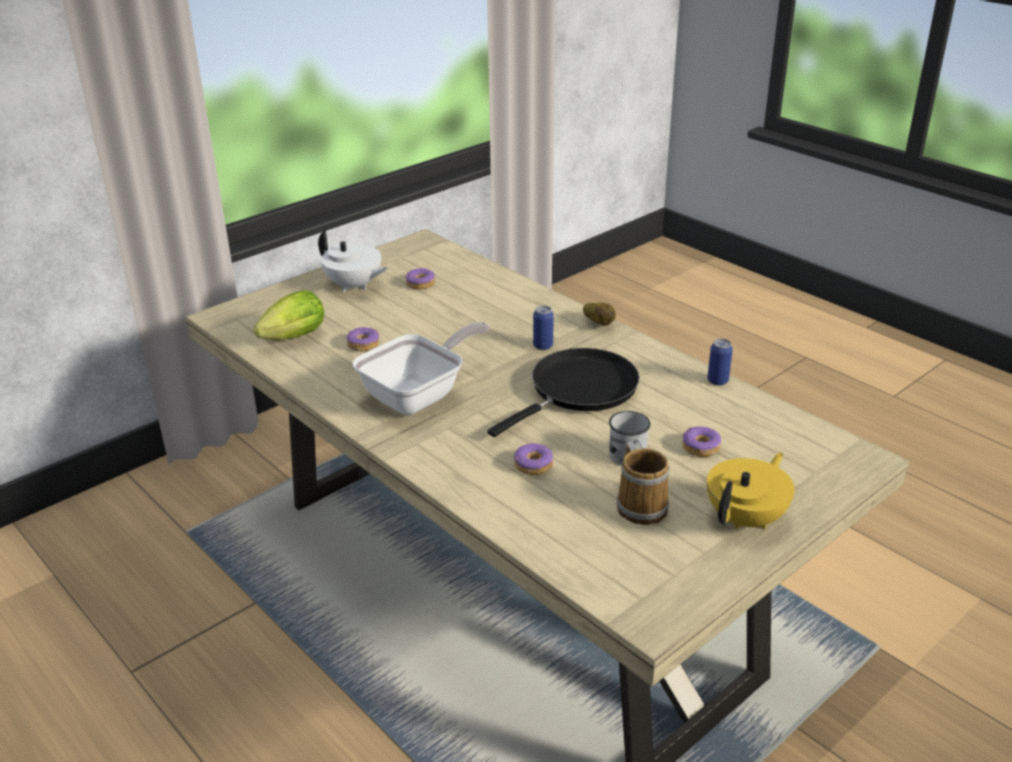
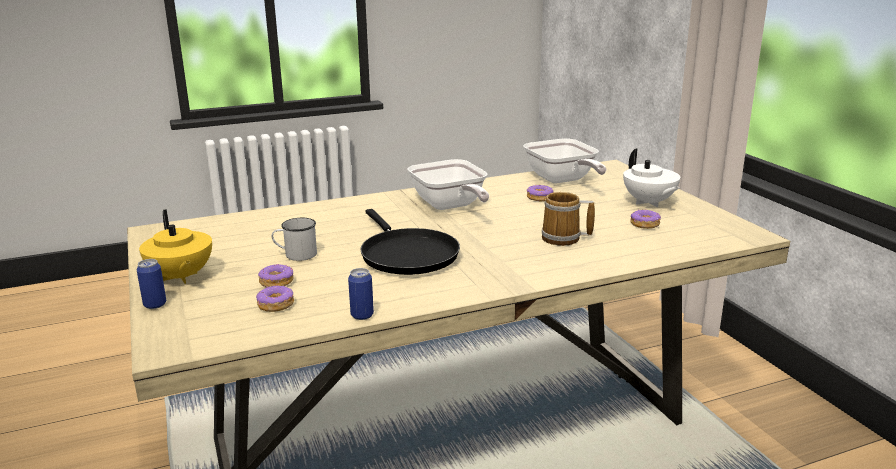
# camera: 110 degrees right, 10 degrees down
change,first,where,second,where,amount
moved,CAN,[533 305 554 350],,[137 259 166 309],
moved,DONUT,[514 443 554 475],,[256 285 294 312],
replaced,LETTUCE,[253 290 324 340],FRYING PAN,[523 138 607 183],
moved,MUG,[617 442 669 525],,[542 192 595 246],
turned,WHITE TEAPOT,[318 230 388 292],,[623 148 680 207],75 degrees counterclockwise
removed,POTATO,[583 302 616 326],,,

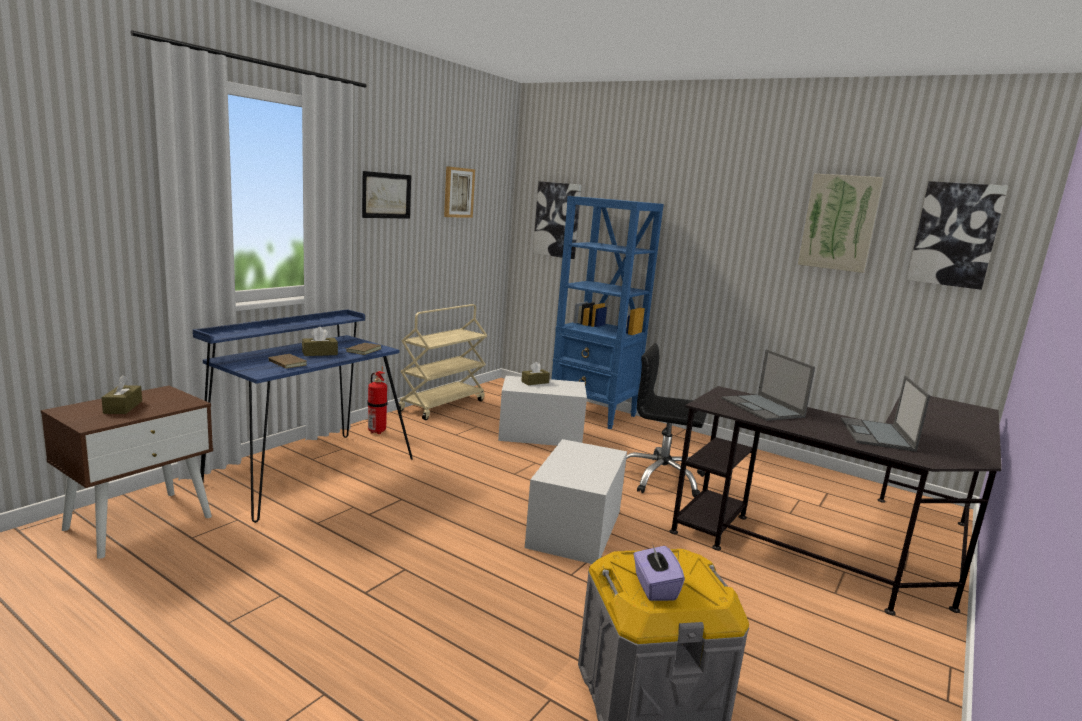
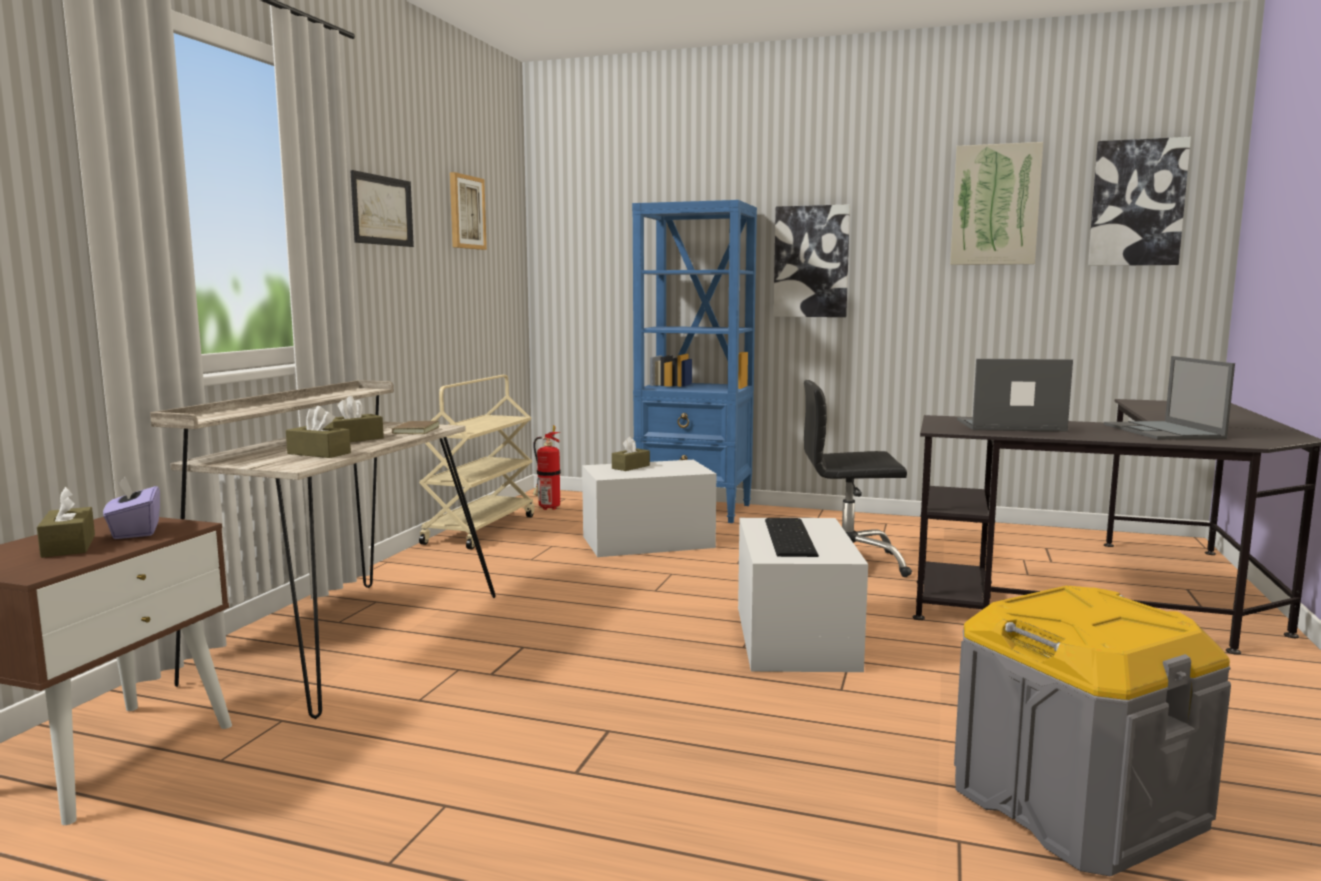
# camera: 15 degrees left, 5 degrees down
change,first,where,second,where,amount
moved,PURPLE TISSUE BOX,[633 544 685 601],,[103 477 160 539],
recoloured,BLUE DESK,[193 309 413 523],BEIGE DESK,[150 380 496 719],
replaced,BROWN BOOK,[268 354 307 369],BROWN TISSUE BOX,[286 406 351 458],
moved,FIRE EXTINGUISHER,[367 367 388 434],,[533 425 561 510],
added,,,KEYBOARD,[765 518 819 557],
moved,PICTURE,[533 181 581 259],,[773 204 850 317],
turned,LAPTOP,[722 349 815 421],,[957 359 1073 432],135 degrees clockwise

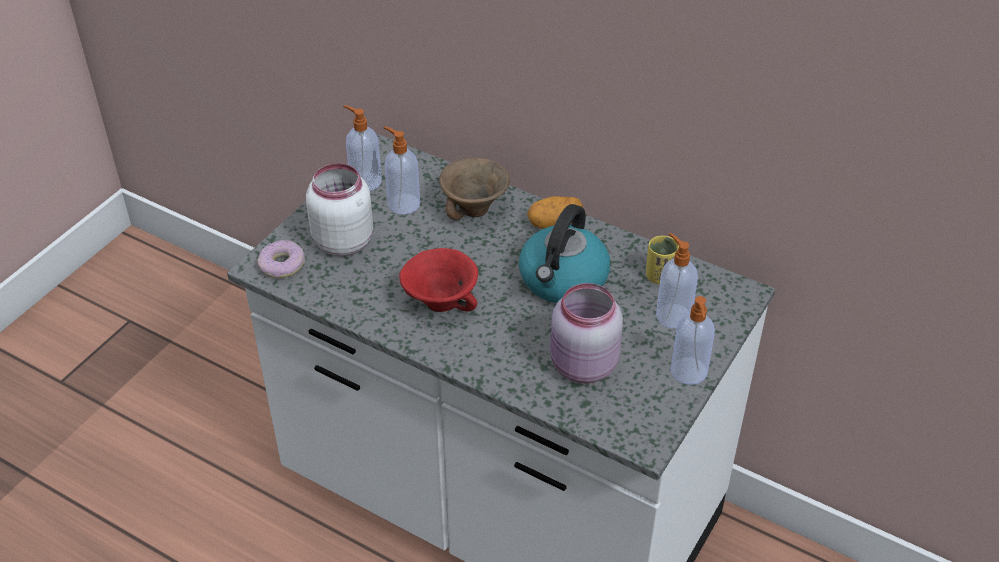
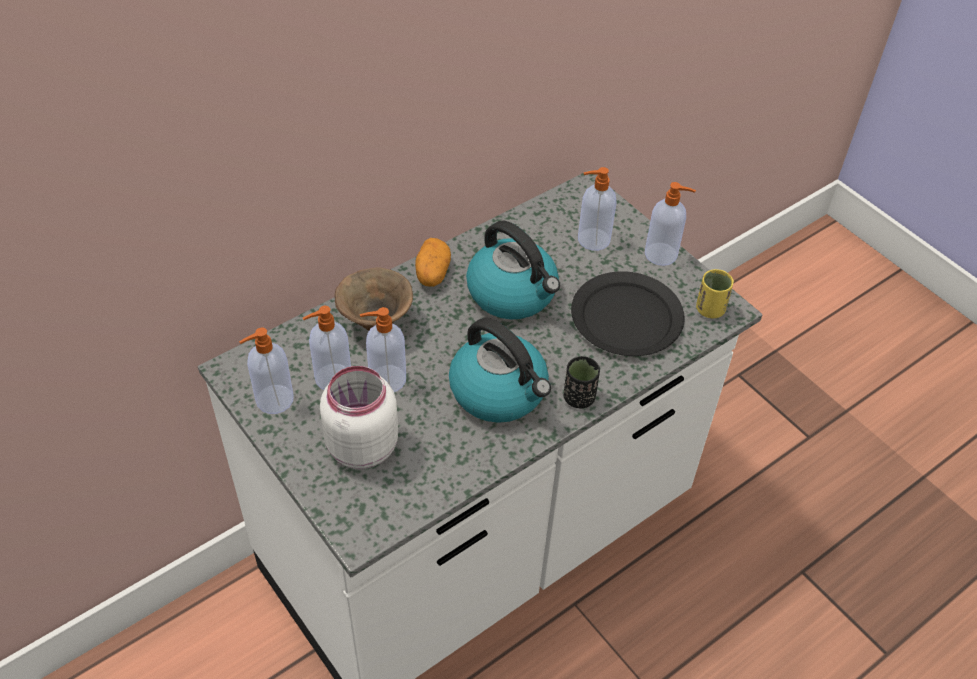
# camera: 70 degrees left, 5 degrees up
change,first,where,second,where,amount
added,,,SOAP DISPENSER,[360 307 406 392],
replaced,RED BOWL,[399 248 478 312],KETTLE,[449 318 551 423],
added,,,BLACK CUP,[564 356 600 409],
replaced,PINK JAR,[550 283 623 383],BLACK PLATE,[571 271 685 356],
moved,YELLOW CUP,[646 236 679 284],,[696 269 734 318],
removed,DONUT,[258 240 305 278],,,

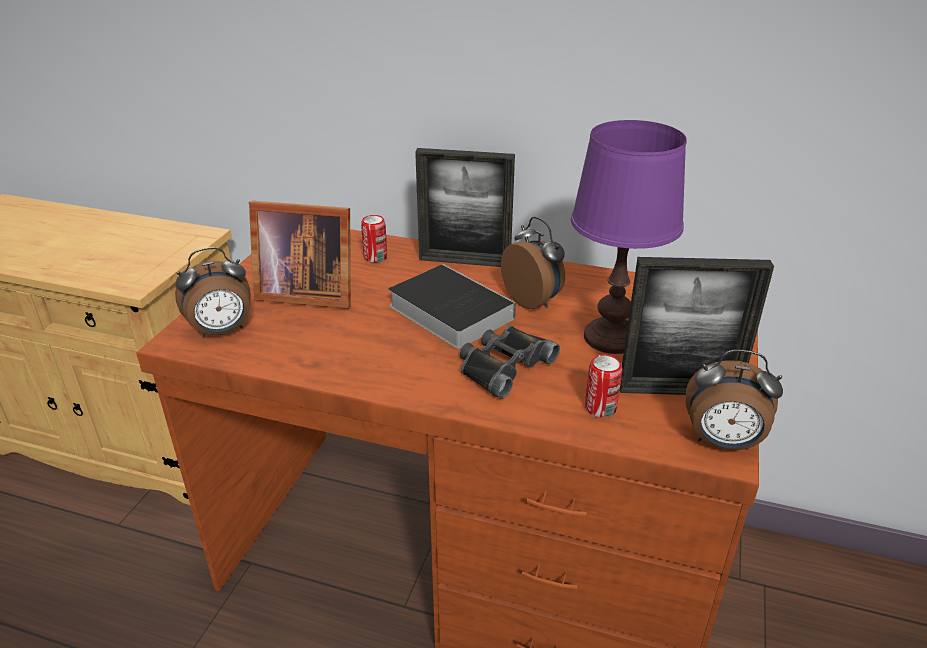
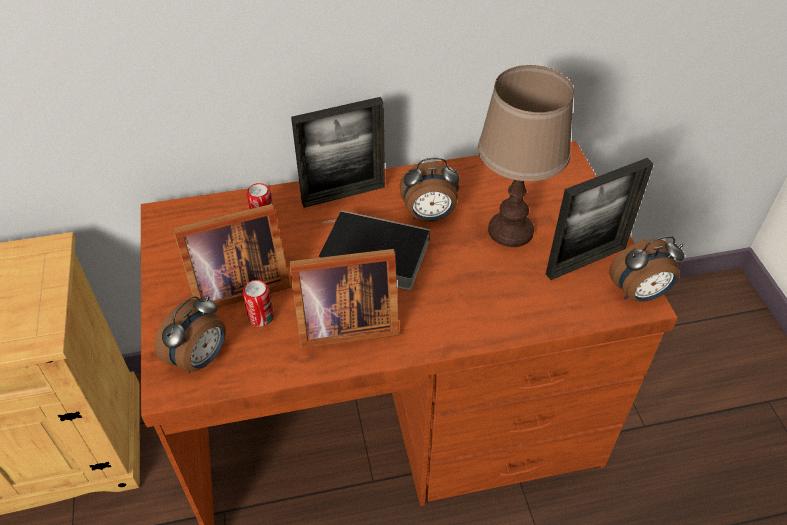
# camera: 30 degrees left, 15 degrees up
change,first,where,second,where,amount
moved,CAN,[585 355 623 418],,[243 280 274 327],
added,,,PICTURE FRAME,[289 249 399 348],
turned,ALARM CLOCK,[501 217 565 309],,[399 158 460 221],150 degrees clockwise
recoloured,PURPLE TABLE LAMP,[571 120 687 354],BROWN TABLE LAMP,[478 65 574 247],
removed,BLACK BINOCULARS,[460 325 560 399],,,

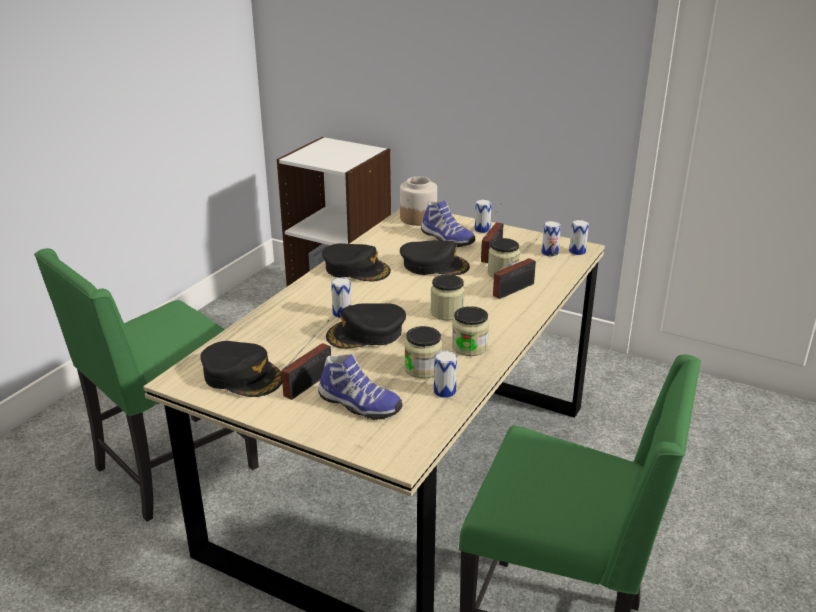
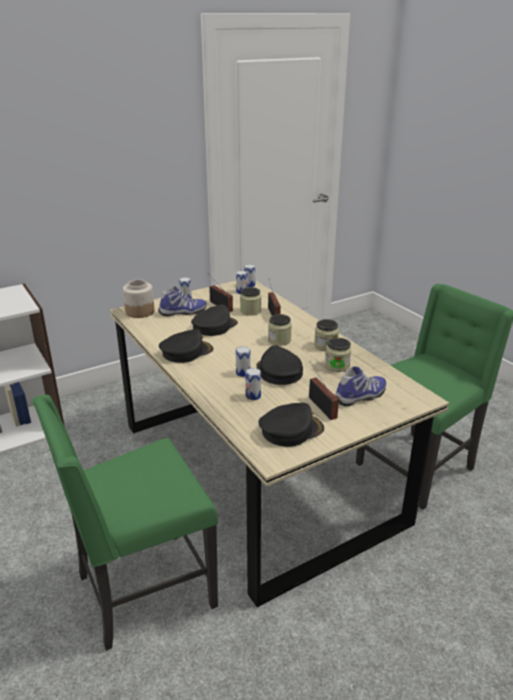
# camera: 60 degrees left, 0 degrees up
change,first,where,second,where,amount
turned,GREEN CHAIR,[34 248 259 522],,[32 394 218 651],75 degrees clockwise
moved,CAN,[434 351 457 398],,[245 368 261 400],
turned,BLACK CAP,[326 303 406 349],,[257 345 303 385],150 degrees clockwise

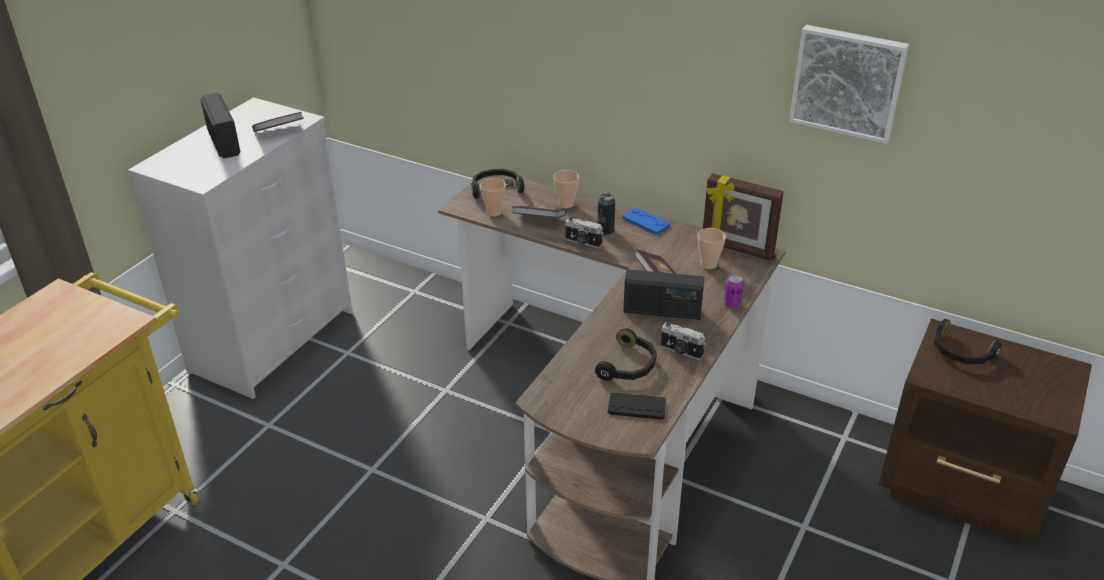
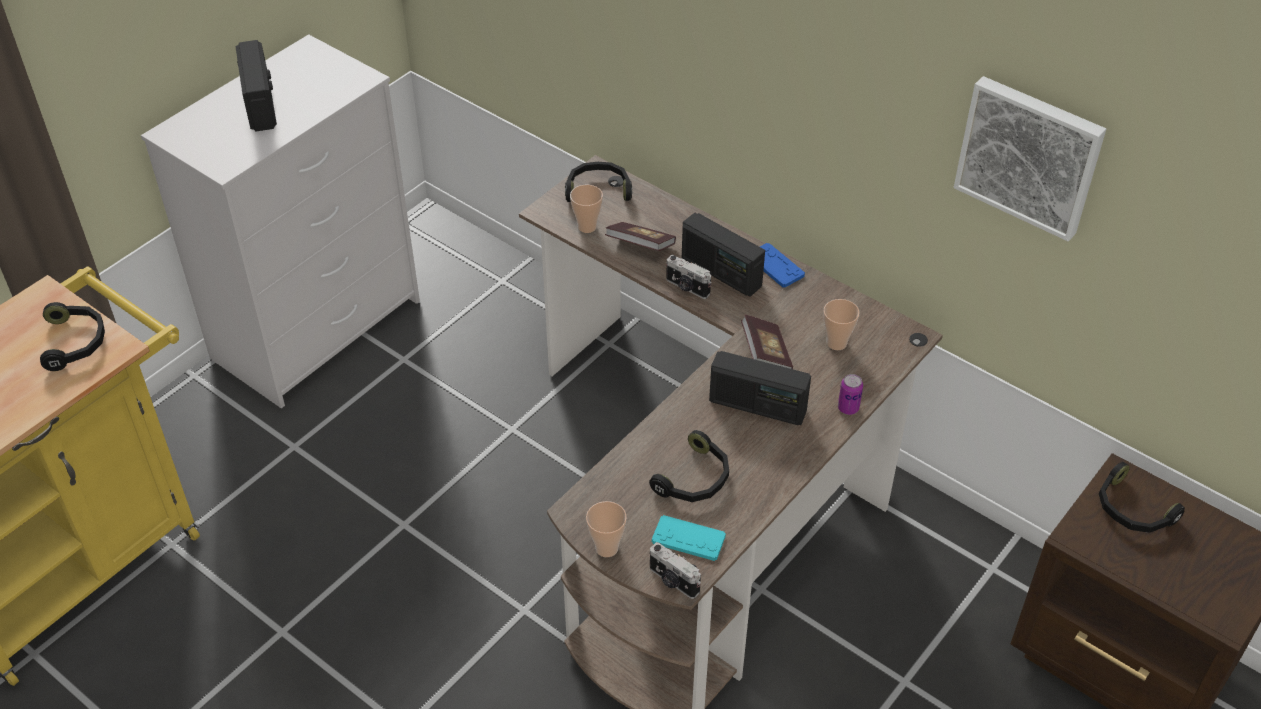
# camera: 10 degrees right, 10 degrees up
change,first,where,second,where,amount
added,,,BLACK HEADPHONES,[40 302 105 371],
moved,CUP,[554 170 579 208],,[586 501 627 557],
moved,PHOTO CAMERA,[661 322 706 360],,[650 542 701 599],
recoloured,BLACK GAME CONTROLLER,[608 392 666 420],TURQUOISE GAME CONTROLLER,[652 515 726 561],
replaced,CAN,[598 193 615 235],RADIO,[682 213 765 297],
removed,BOOK,[252 112 304 132],,,
removed,PICTURE FRAME,[703 173 784 260],,,

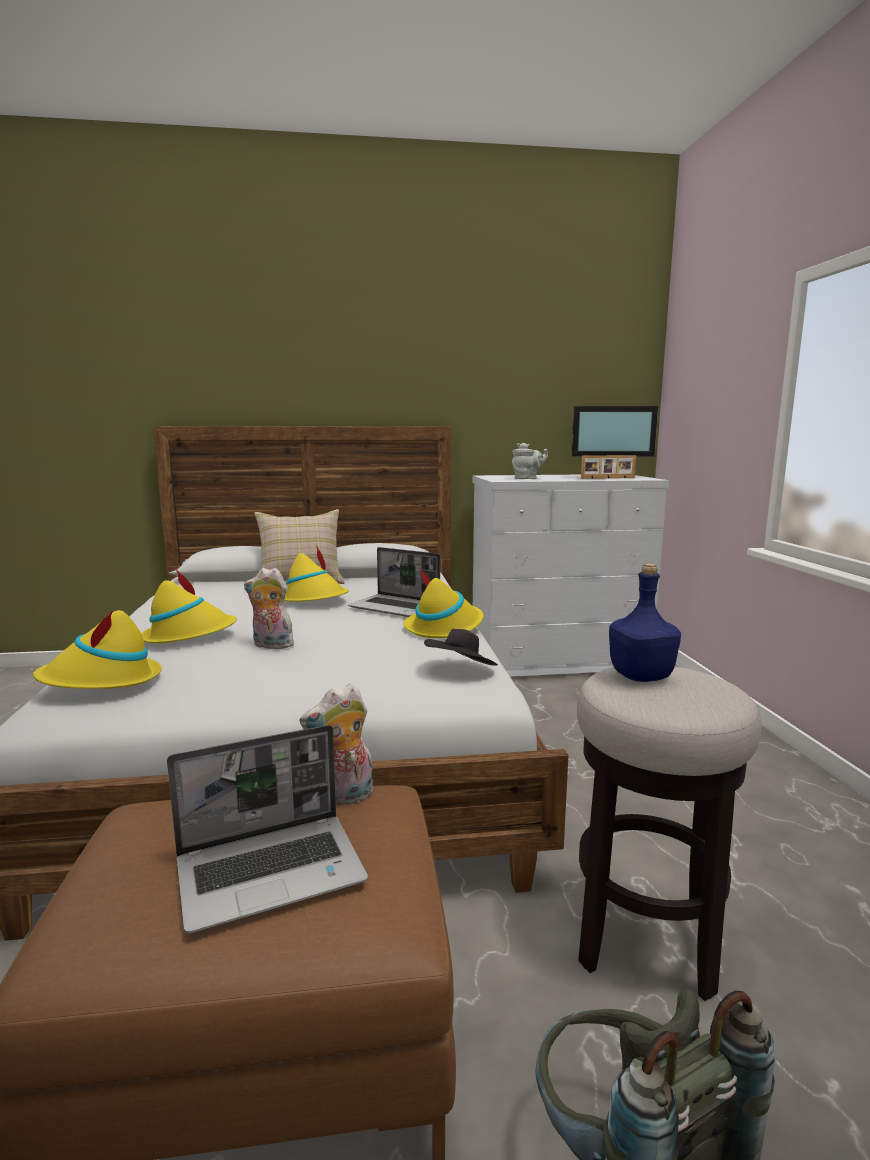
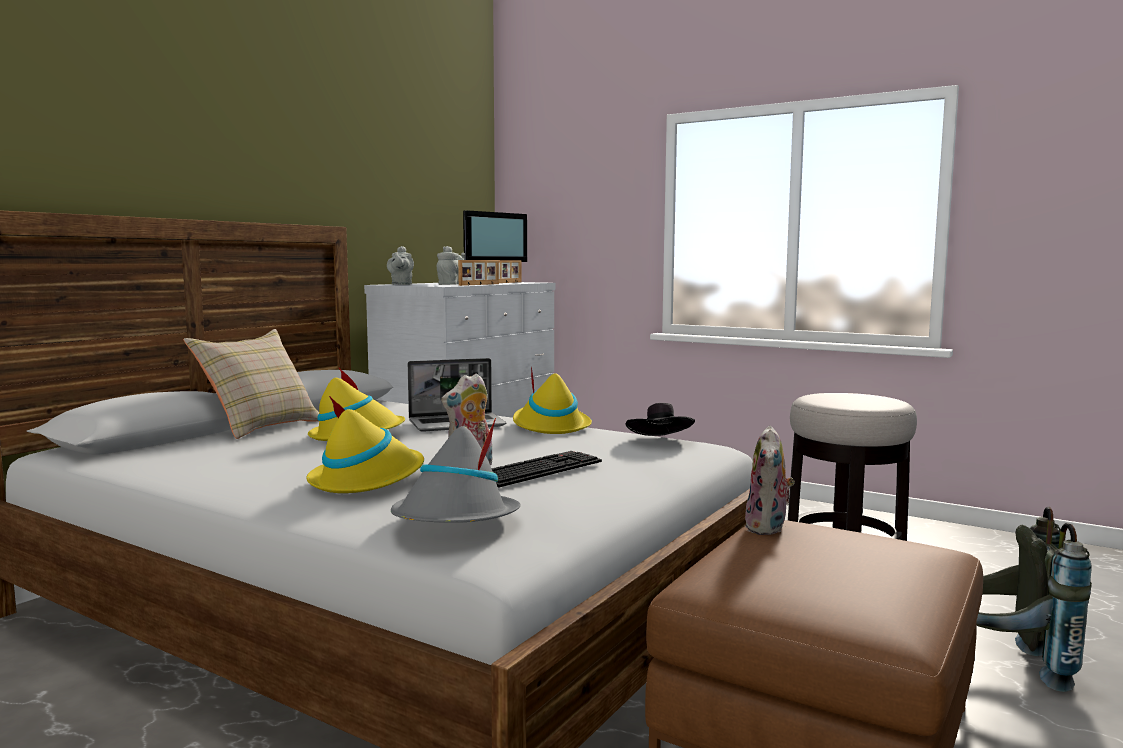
# camera: 50 degrees left, 5 degrees down
change,first,where,second,where,amount
added,,,GREY TEAPOT,[387 246 414 285],
recoloured,YELLOW HAT,[33 609 162 689],GREY HAT,[391 418 521 523],
added,,,PICTURE FRAME,[458 260 499 286],
added,,,KEYBOARD,[491 451 602 488],
removed,LAPTOP,[167 725 368 934],,,
removed,BLUE BOTTLE,[609 563 681 682],,,

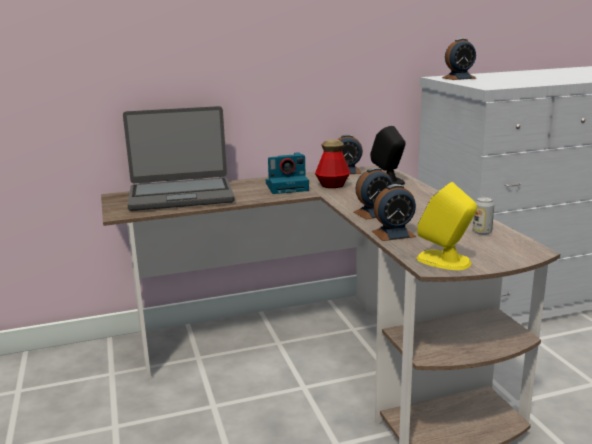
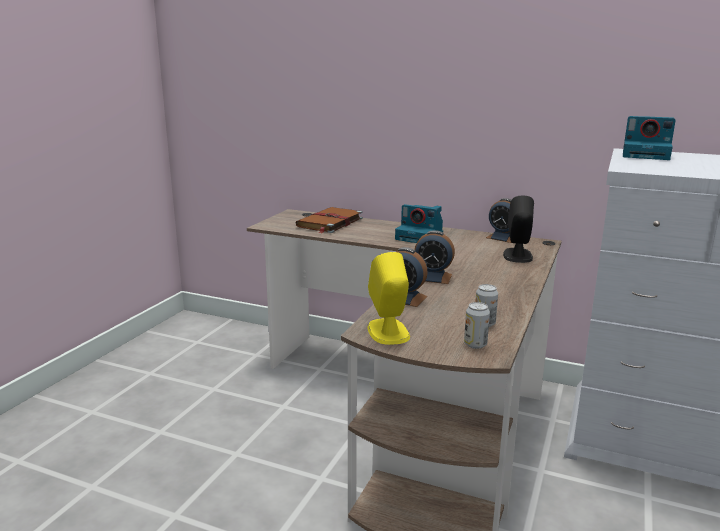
# camera: 40 degrees right, 0 degrees up
change,first,where,second,where,amount
replaced,LAPTOP,[123 106 235 211],BROWN BOOK,[296 207 363 233],
added,,,CAN,[464 302 490 349],
replaced,ALARM CLOCK,[442 38 477 80],PHOTO CAMERA,[623 116 676 160],
removed,BOTTLE,[315 139 350 188],,,

